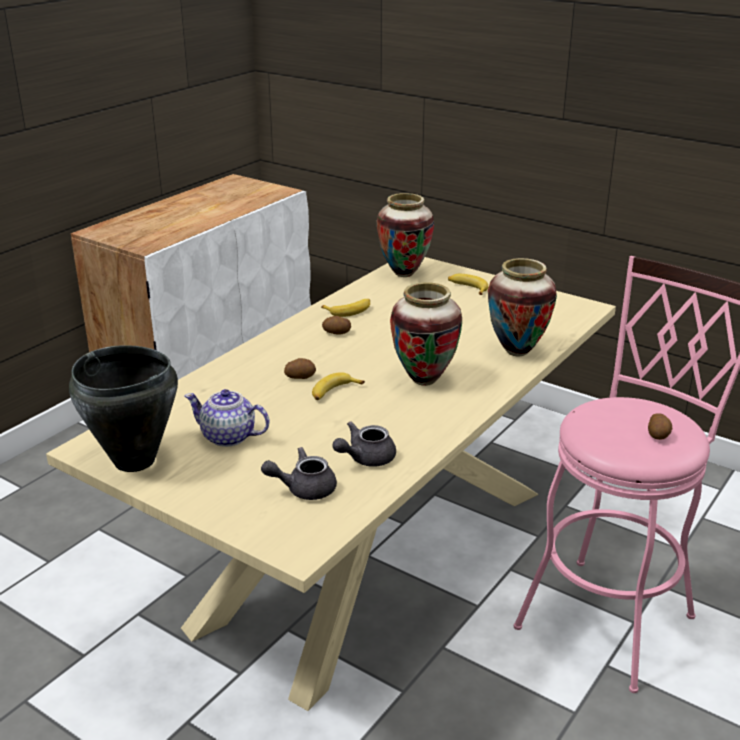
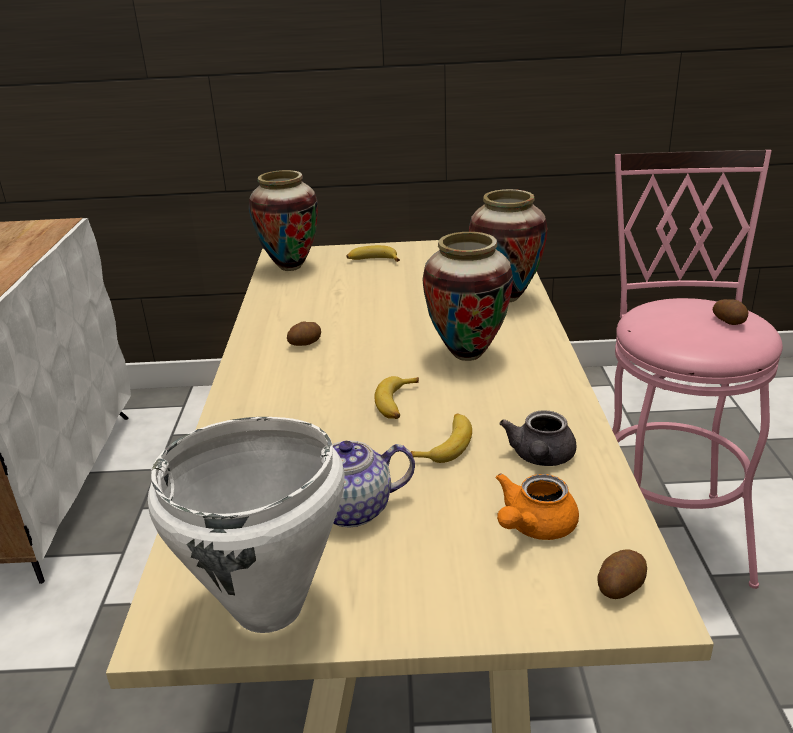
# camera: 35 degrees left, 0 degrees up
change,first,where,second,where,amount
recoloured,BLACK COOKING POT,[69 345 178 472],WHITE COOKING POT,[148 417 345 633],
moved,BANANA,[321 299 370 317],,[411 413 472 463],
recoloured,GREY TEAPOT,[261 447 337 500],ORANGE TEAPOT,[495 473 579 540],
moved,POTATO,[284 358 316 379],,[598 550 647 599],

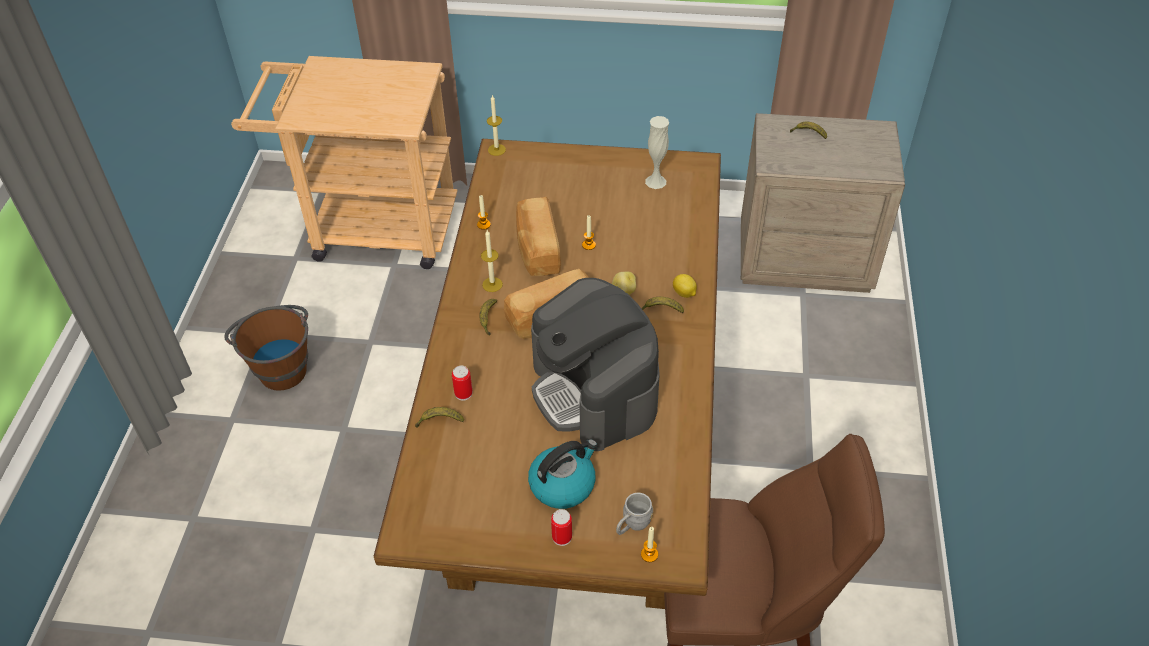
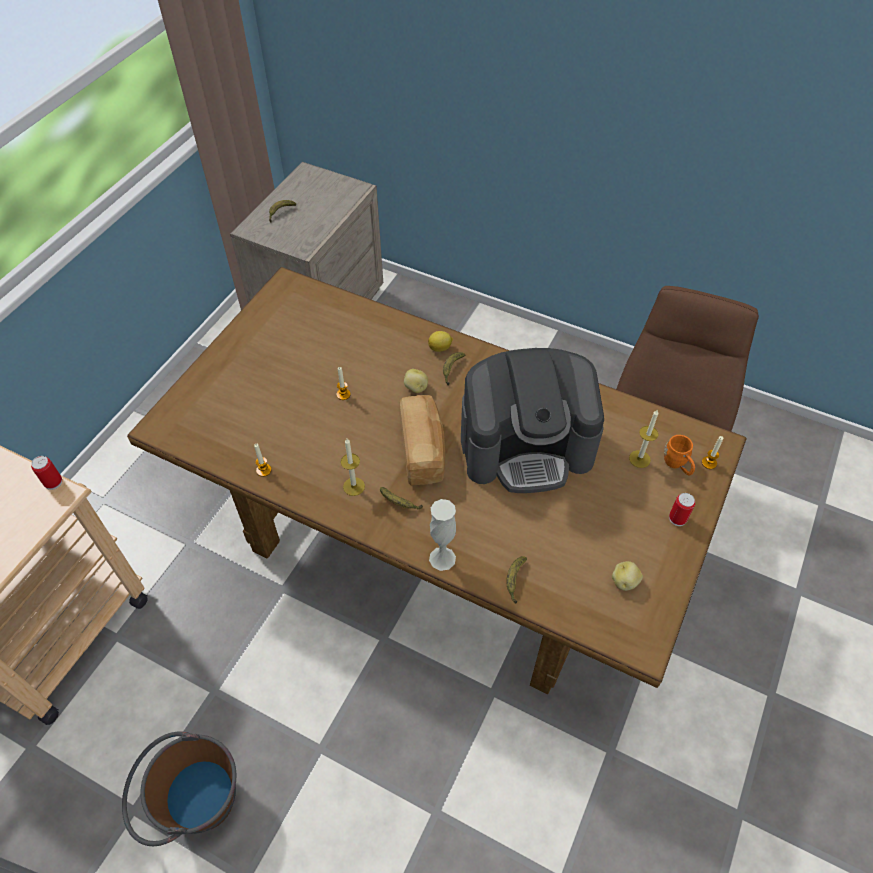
# camera: 70 degrees left, 5 degrees up
change,first,where,second,where,amount
moved,CAN,[452 366 473 401],,[31 456 62 490],
moved,WHITE VASE,[645 116 669 189],,[429 499 456 571],
added,,,POTATO,[612 561 643 591],
moved,CANDLE,[487 95 506 156],,[629 410 659 468],
recoloured,GREY MUG,[616 493 653 535],ORANGE MUG,[664 435 695 476],
removed,BREAD,[516 197 561 276],,,
removed,KETTLE,[528 439 598 509],,,

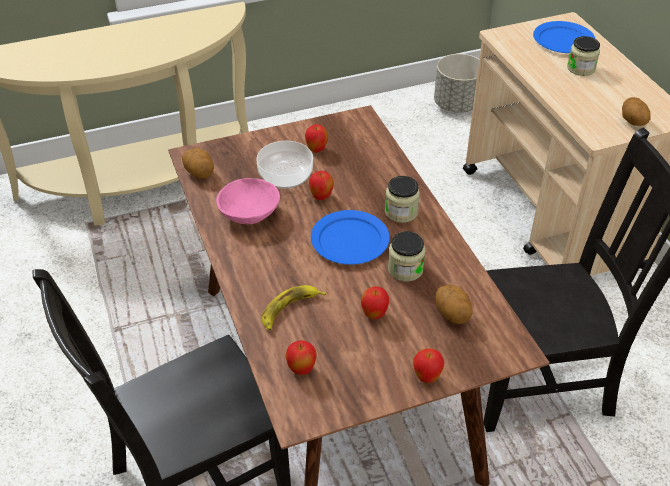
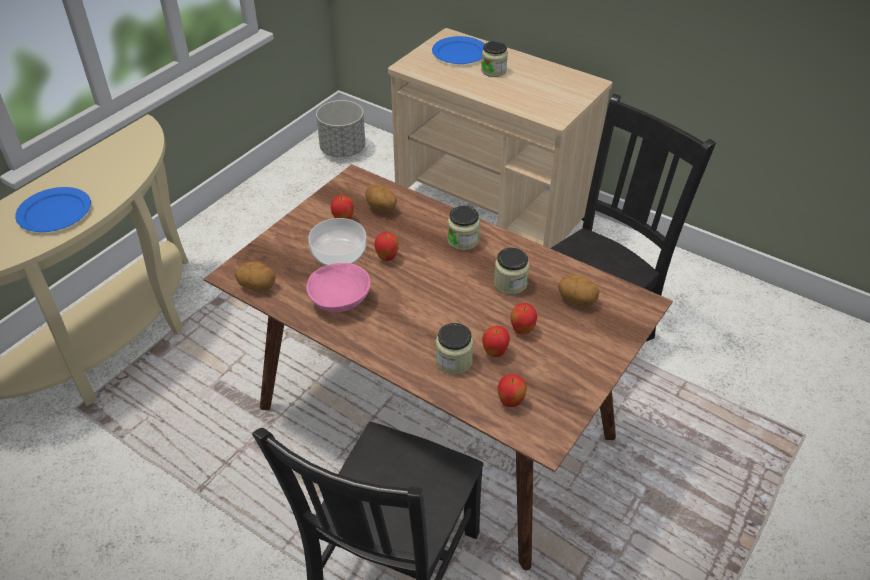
# camera: 35 degrees left, 0 degrees up
change,first,where,second,where,amount
moved,BLUE PLATE,[311 210 390 265],,[15 187 91 232],
moved,POTATO,[622 97 651 126],,[365 184 397 212],
replaced,BANANA,[262 285 326 331],JAR,[436 323 473 375],
moved,APPLE,[413 348 444 383],,[482 326 510 357],

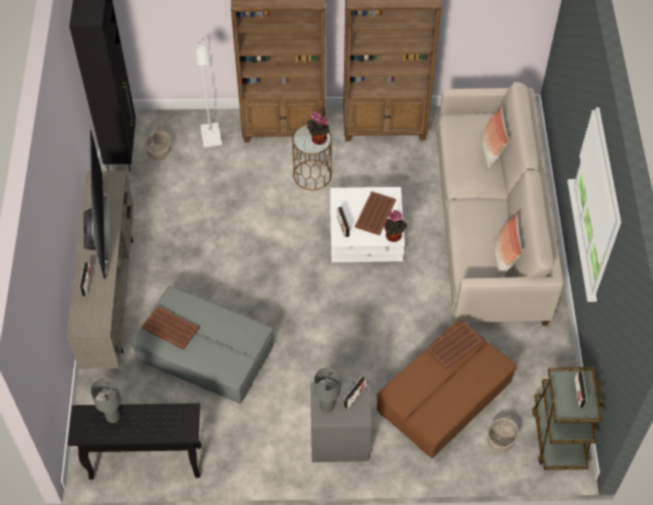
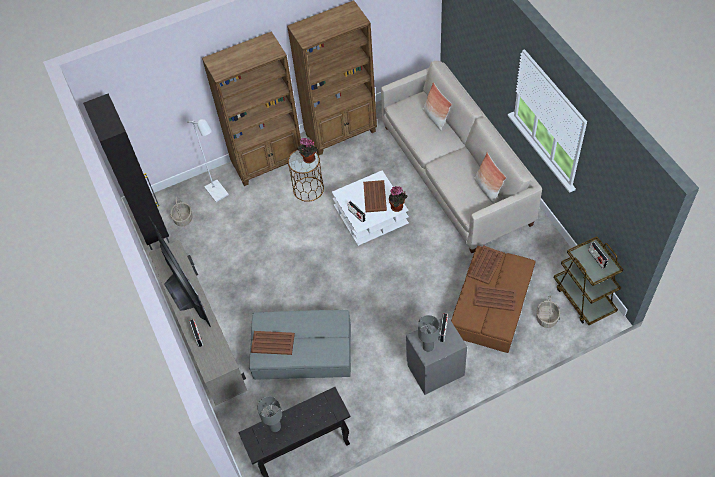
# camera: 20 degrees left, 0 degrees up
change,first,where,second,where,amount
added,,,BROWN TRAY,[473 285 516 311],

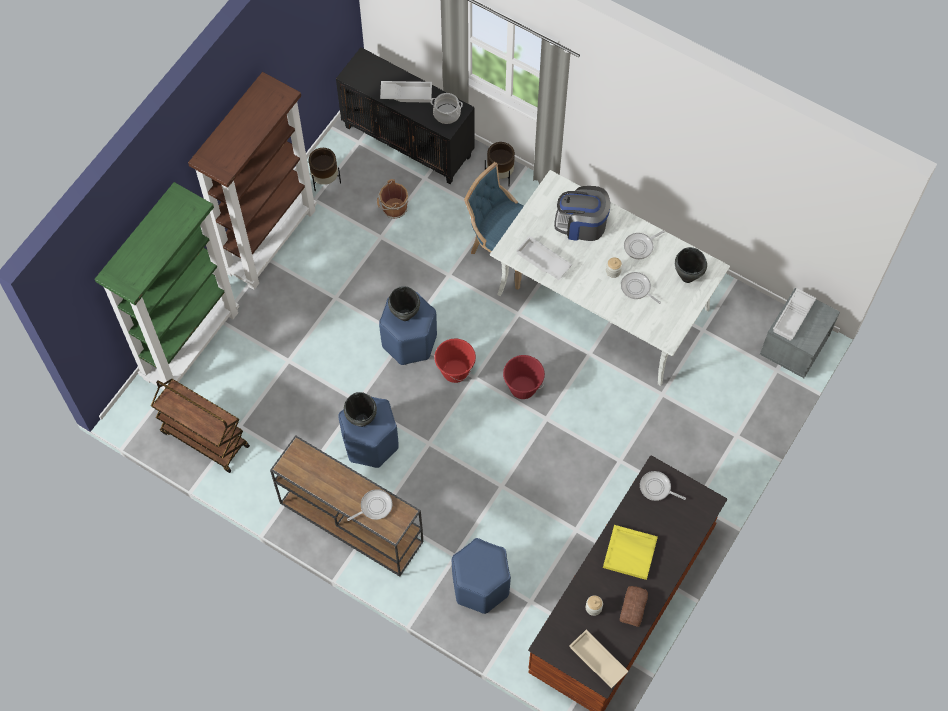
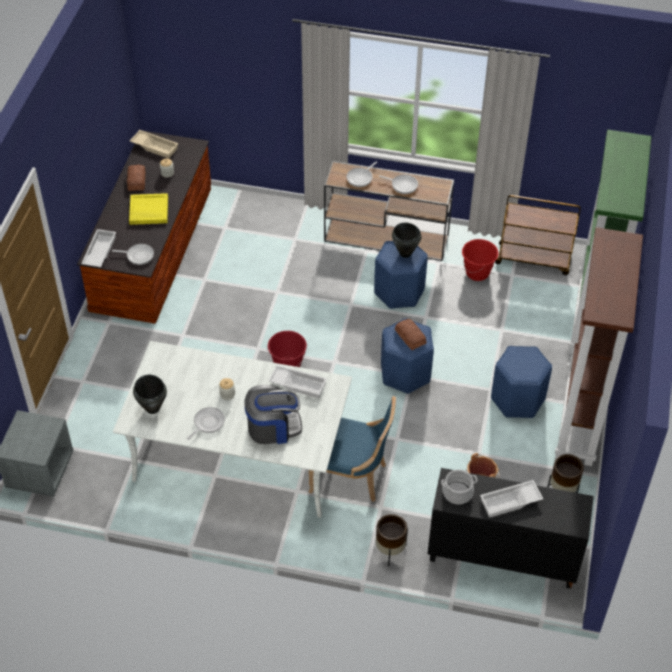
# camera: 160 degrees right, 15 degrees down
change,first,where,second,where,amount
moved,WHITE TRAY,[773 289 816 341],,[81 229 116 267],
moved,FRYING PAN,[621 272 661 304],,[379 174 418 194],
replaced,BLACK COOKING POT,[388 286 420 321],BREAD,[395 319 426 350],
moved,RED BUCKET,[434 339 476 383],,[462 239 499 281],
moved,BLUE STOOL,[452 538 511 614],,[491 346 552 418],

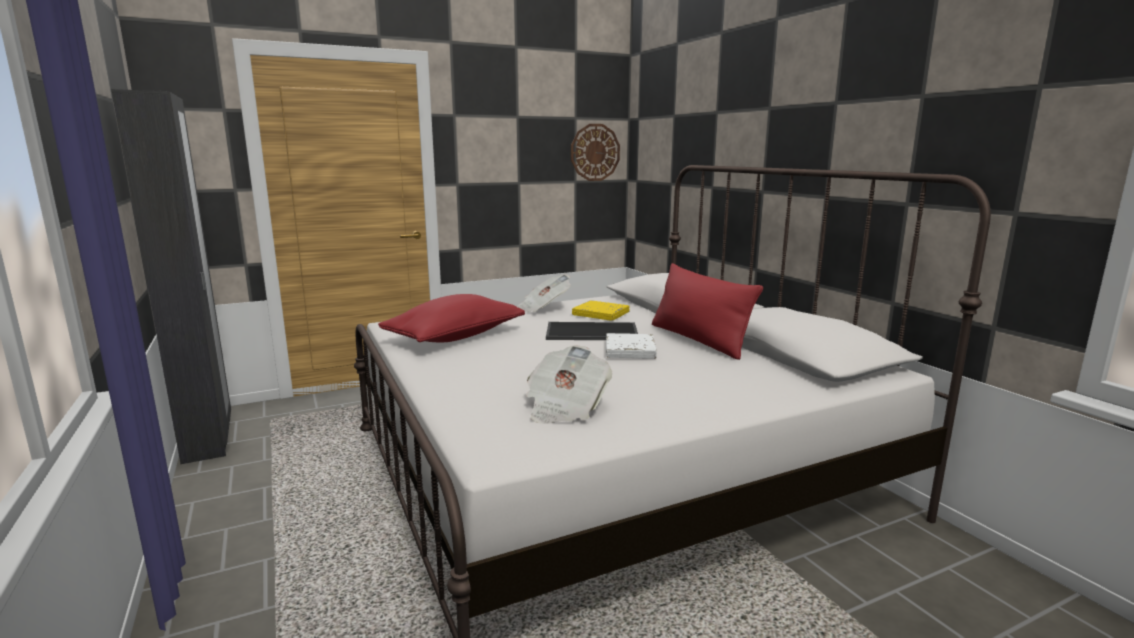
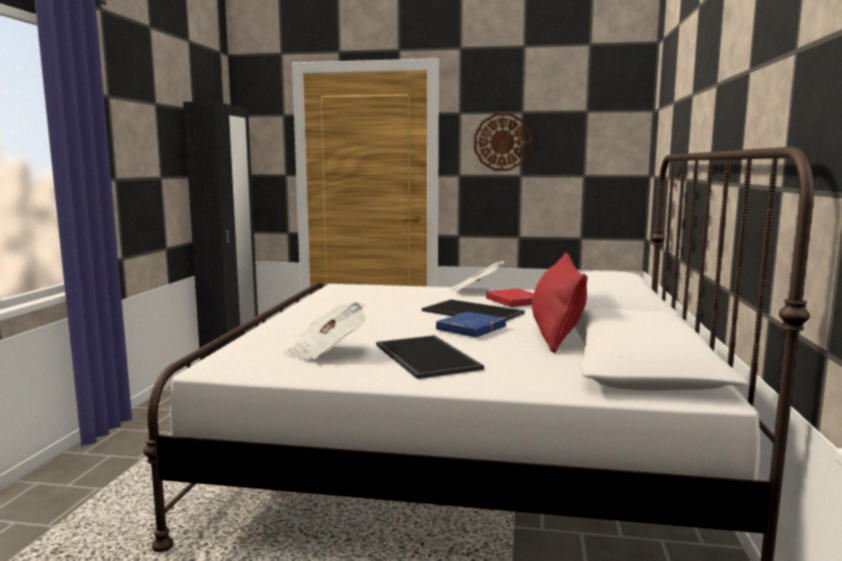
# camera: 35 degrees right, 5 degrees down
change,first,where,second,where,amount
added,,,TRAY,[376 335 484 379],
recoloured,WHITE BOOK,[606 333 657 359],BLUE BOOK,[436 312 506 337],
moved,WALL CLOCK,[571 124 620 181],,[474 113 531 171],
recoloured,YELLOW BOOK,[572 300 630 321],RED BOOK,[486 289 534 307],
removed,RED PILLOW,[378 294 525 342],,,

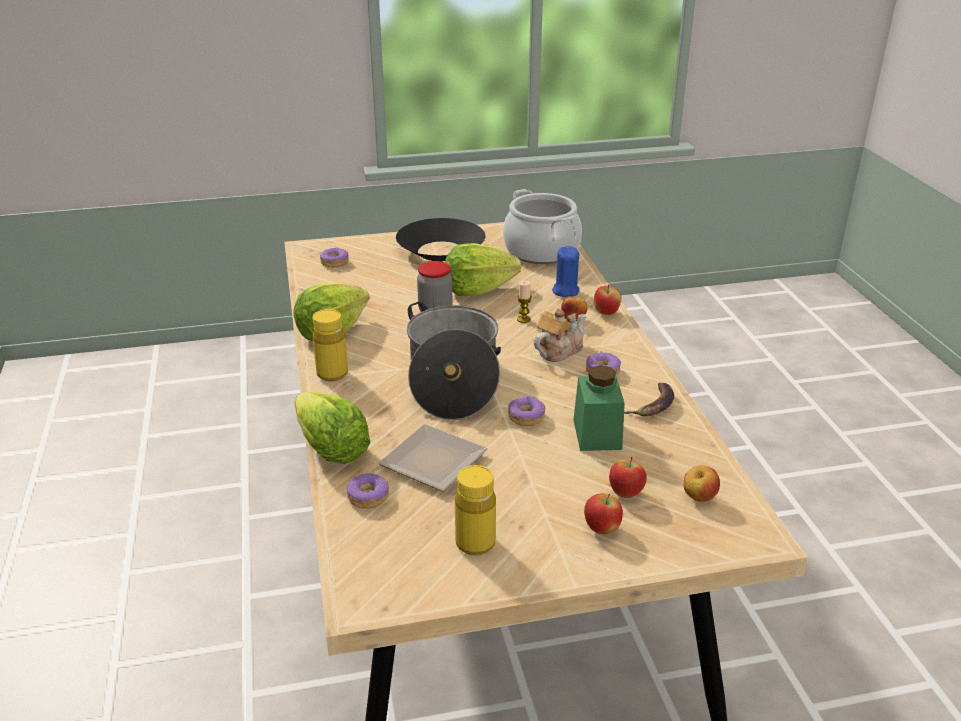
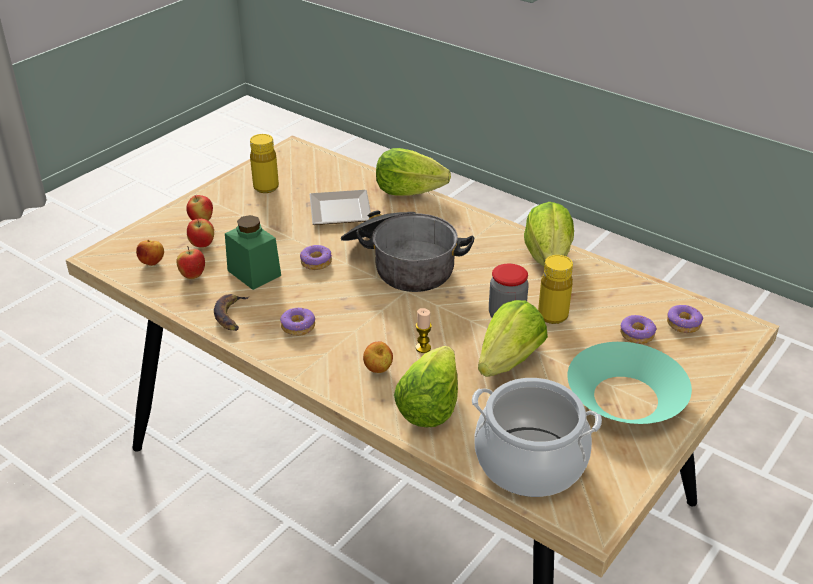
# camera: 140 degrees right, 5 degrees up
change,first,where,second,where,amount
moved,APPLE,[594 285 621 315],,[176 246 205 279],
replaced,BLUE CANDLE,[552 246 579 297],LETTUCE,[394 346 458 427],
moved,YELLOW BOTTLE,[313 309 348 382],,[538 255 573 324],
recoloured,BLACK BOWL,[396 218 485 261],TURQUOISE BOWL,[567 342 692 424],
moved,DONUT,[347 473 389 509],,[620 315 657 344],
removed,TEAPOT,[534 308 587 362],,,

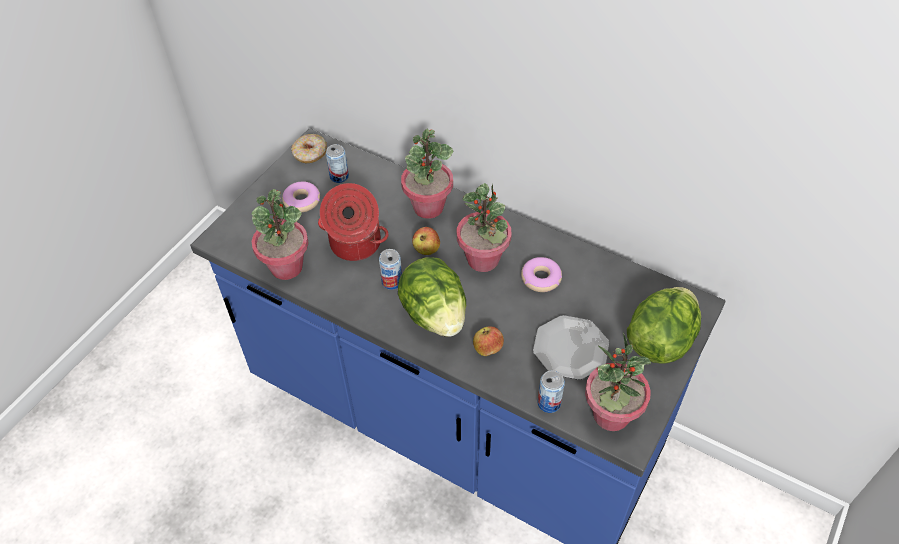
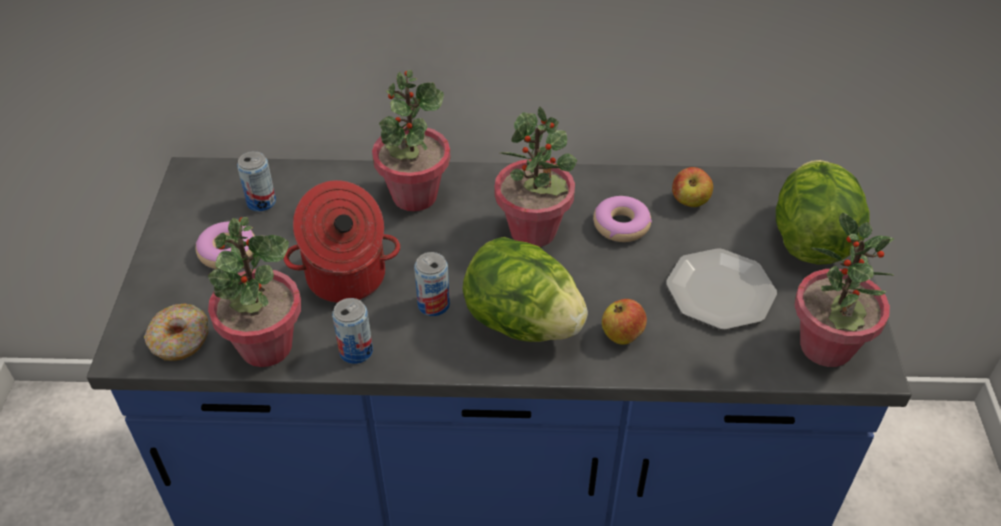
# camera: 30 degrees left, 5 degrees down
change,first,where,second,where,amount
moved,DONUT,[291 134 327 163],,[144 304 208 361],
moved,CAN,[537 370 565 413],,[332 298 373 364],
moved,APPLE,[412 227 440 255],,[672 167 713 207],

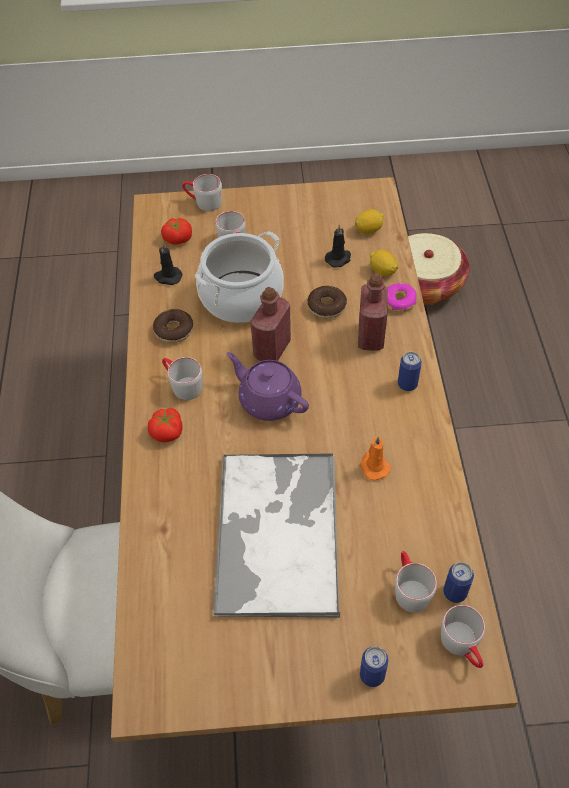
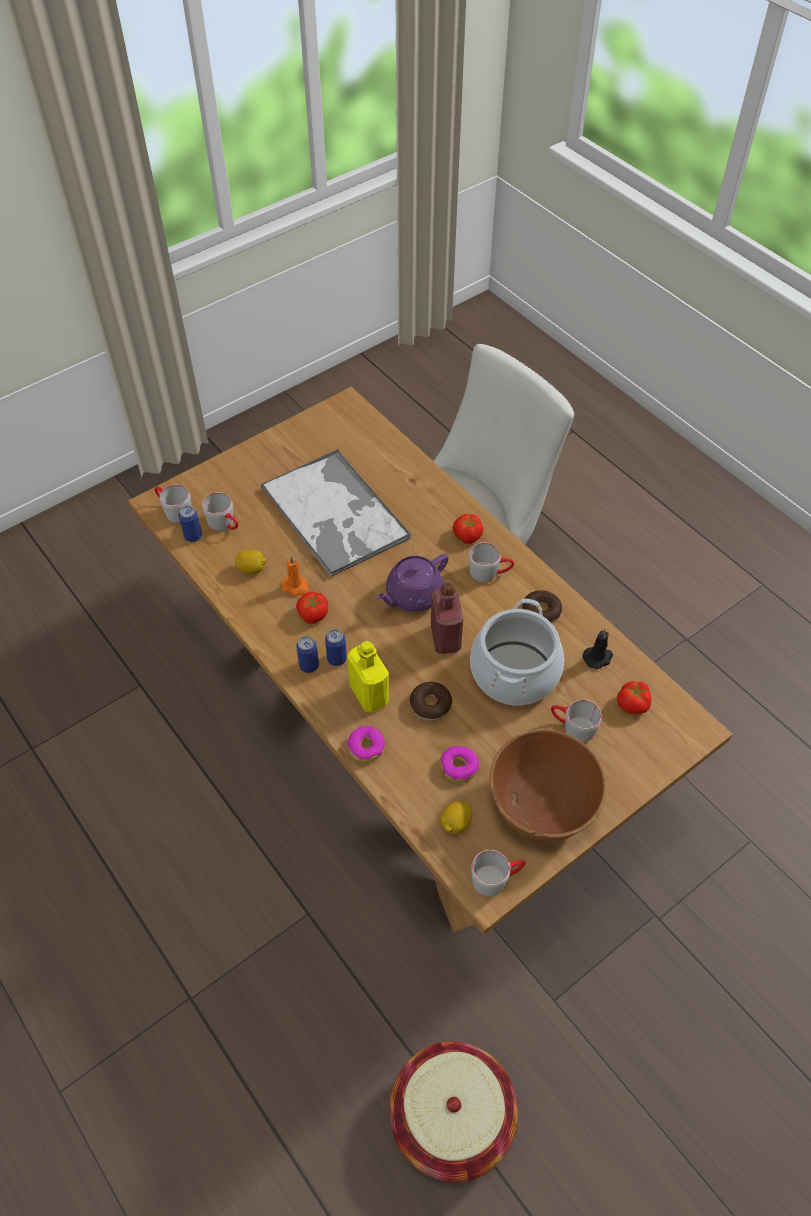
# camera: 145 degrees right, 0 degrees up
change,first,where,second,where,amount
moved,LEMON,[370 250 398 276],,[235 550 267 574],
added,,,TOMATO,[296 591 328 624],
moved,CAN,[360 647 388 687],,[325 629 347 666],
recoloured,RED BOTTLE,[358 274 388 351],YELLOW BOTTLE,[347 641 389 712],
turned,PURPLE TEAPOT,[226 352 309 421],,[376 554 449 612],135 degrees clockwise
replaced,BLACK CANDLE,[325 224 351 268],DONUT,[441 746 479 782],
moved,GREY MUG,[182 174 222 211],,[471 850 525 896],
added,,,BROWN BOWL,[490 729 606 842],

